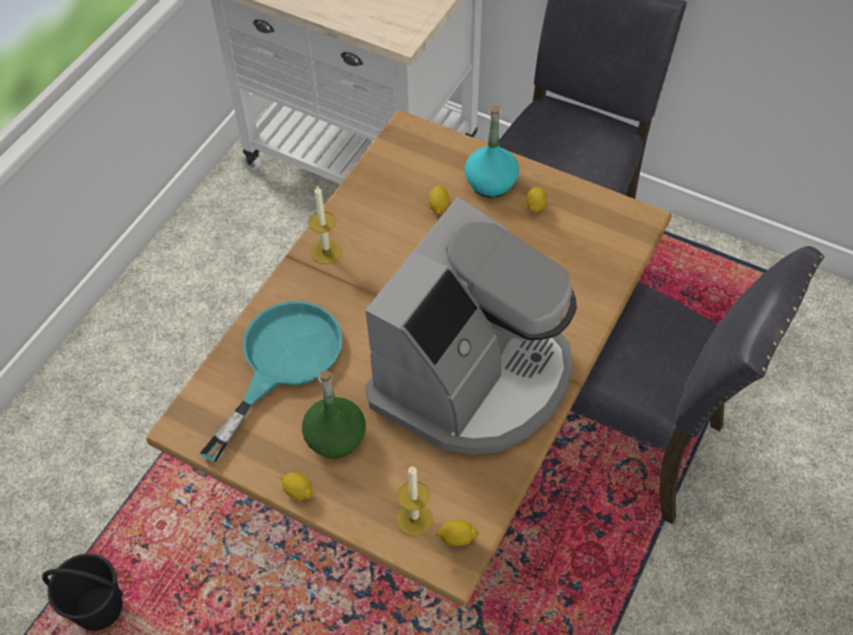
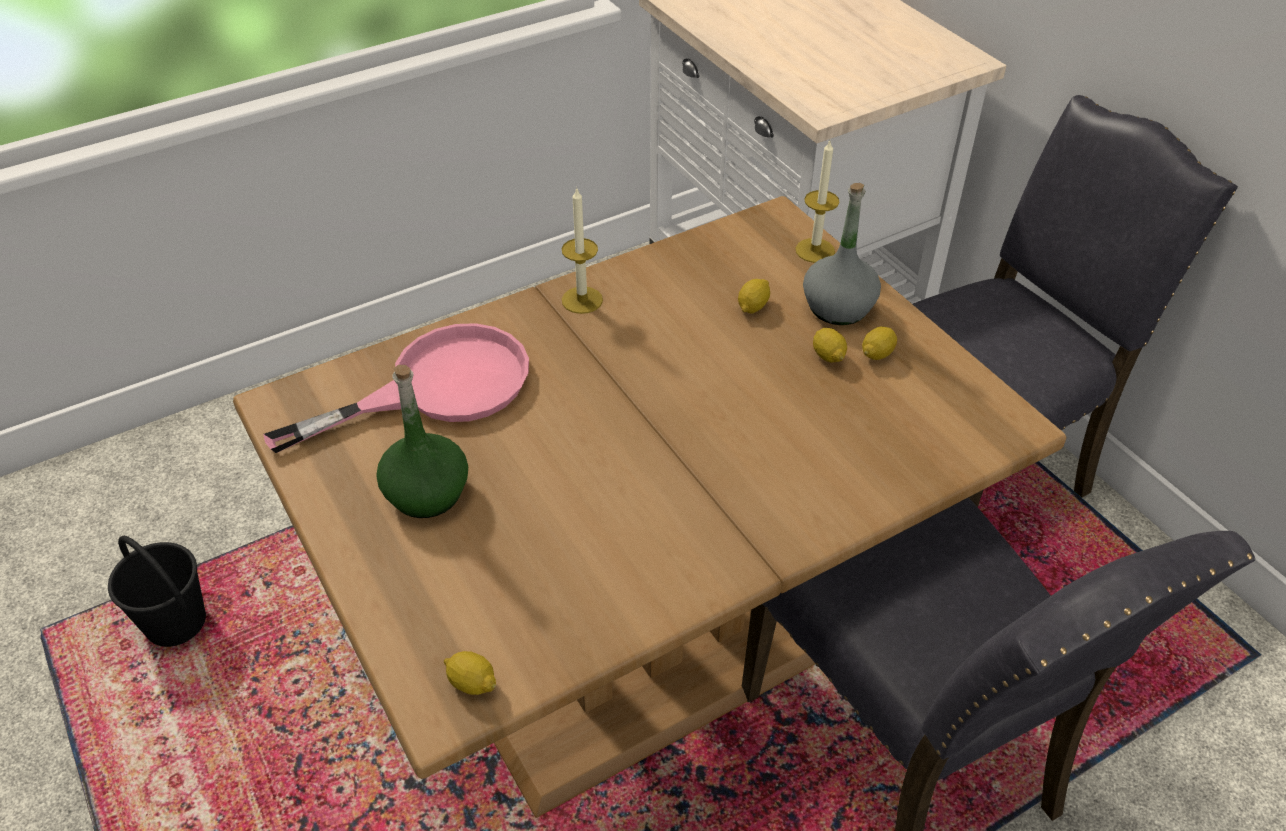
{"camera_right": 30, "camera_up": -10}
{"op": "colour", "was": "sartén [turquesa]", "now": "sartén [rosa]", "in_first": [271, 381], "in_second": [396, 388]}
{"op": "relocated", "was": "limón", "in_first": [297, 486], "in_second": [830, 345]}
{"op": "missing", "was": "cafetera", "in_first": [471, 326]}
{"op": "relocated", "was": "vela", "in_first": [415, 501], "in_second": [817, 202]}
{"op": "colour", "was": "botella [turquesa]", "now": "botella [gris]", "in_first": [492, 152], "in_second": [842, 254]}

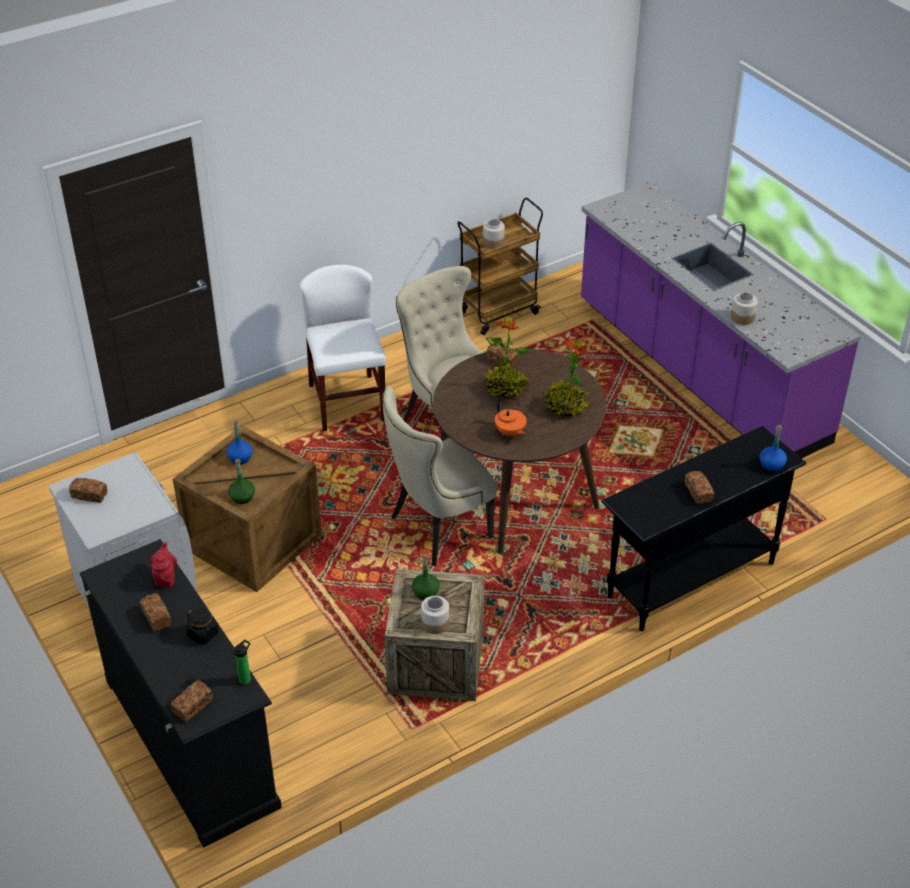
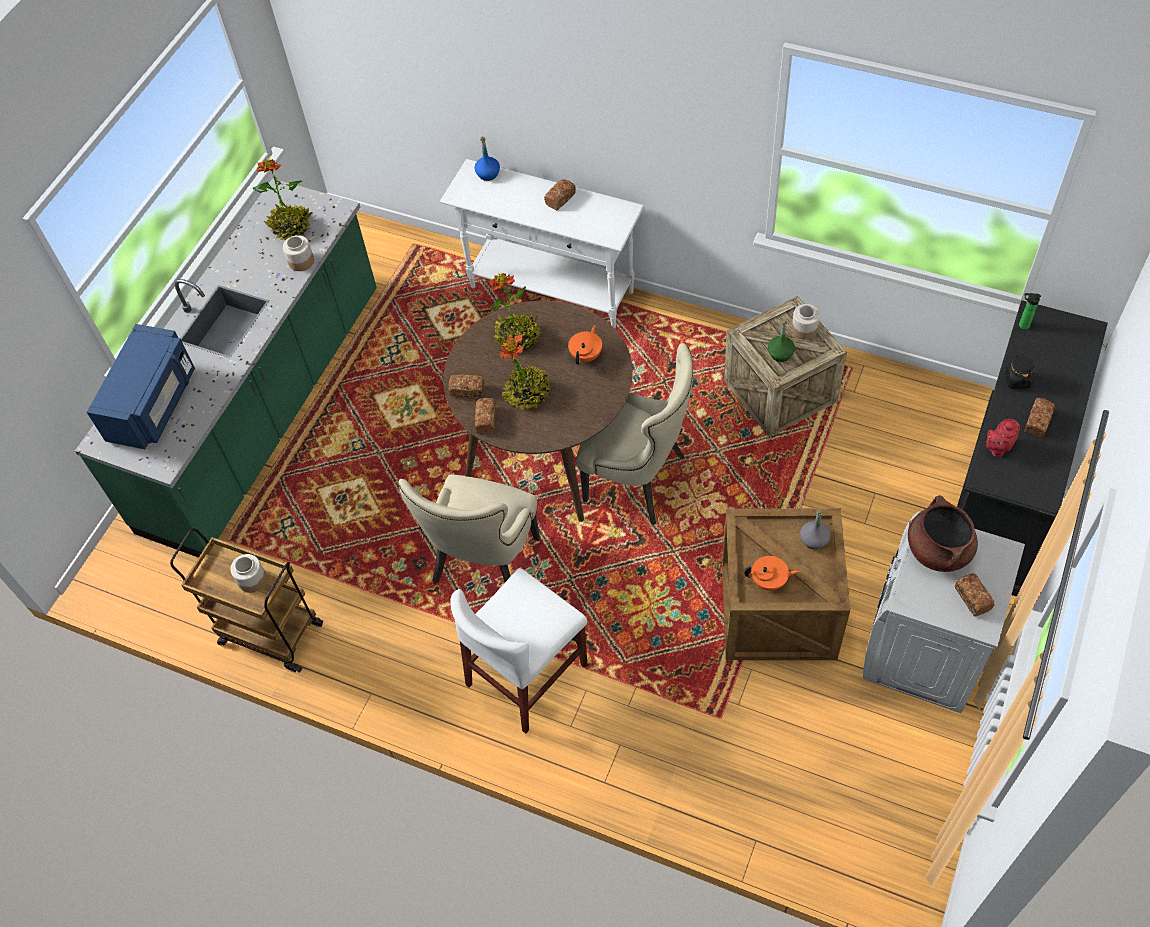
{"camera_right": -120, "camera_up": 15}
{"op": "relocated", "was": "pan", "in_first": [192, 701], "in_second": [466, 386]}
{"op": "exchanged", "was": "botella [azul]", "now": "tetera [naranja]", "in_first": [239, 442], "in_second": [772, 573]}
{"op": "colour", "was": "botella [verde]", "now": "botella [gris]", "in_first": [241, 481], "in_second": [815, 529]}
{"op": "colour", "was": "mueble bajo de cocina [morado]", "now": "mueble bajo de cocina [verde]", "in_first": [721, 320], "in_second": [226, 368]}
{"op": "colour", "was": "mesa consola [negro]", "now": "mesa consola [blanco]", "in_first": [703, 528], "in_second": [542, 243]}
{"op": "appeared", "now": "microondas [azul]", "in_second": [141, 386]}
{"op": "appeared", "now": "planta en maceta", "in_second": [282, 199]}
{"op": "appeared", "now": "olla [marrón]", "in_second": [943, 533]}

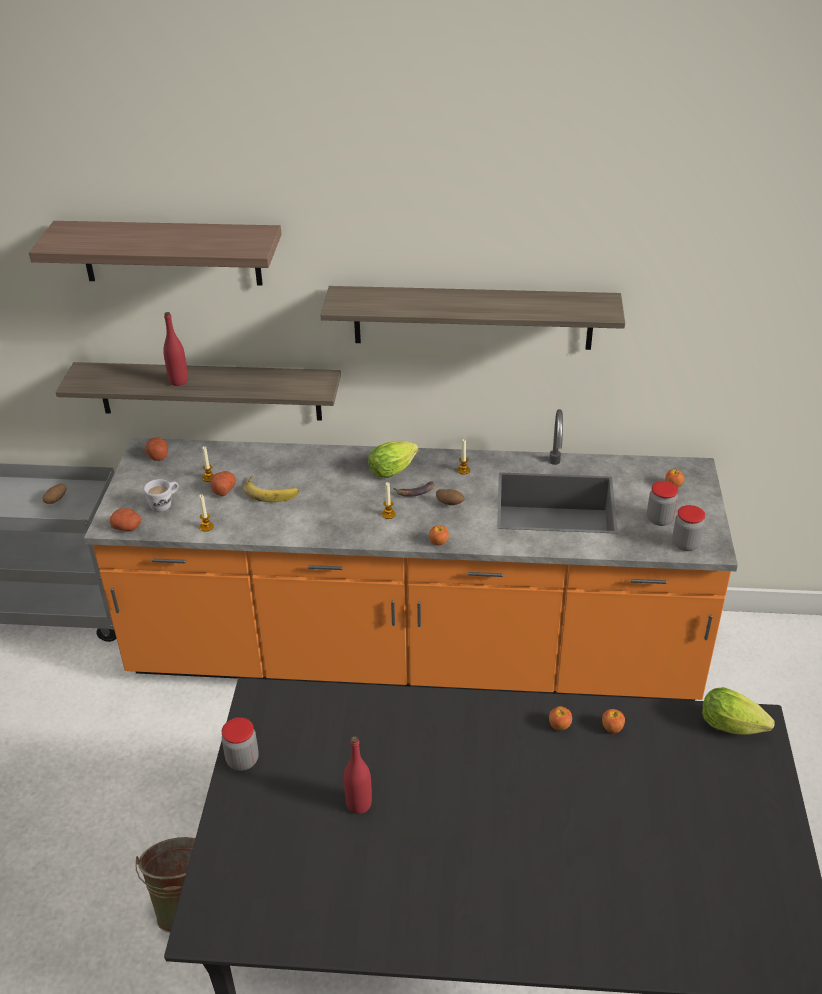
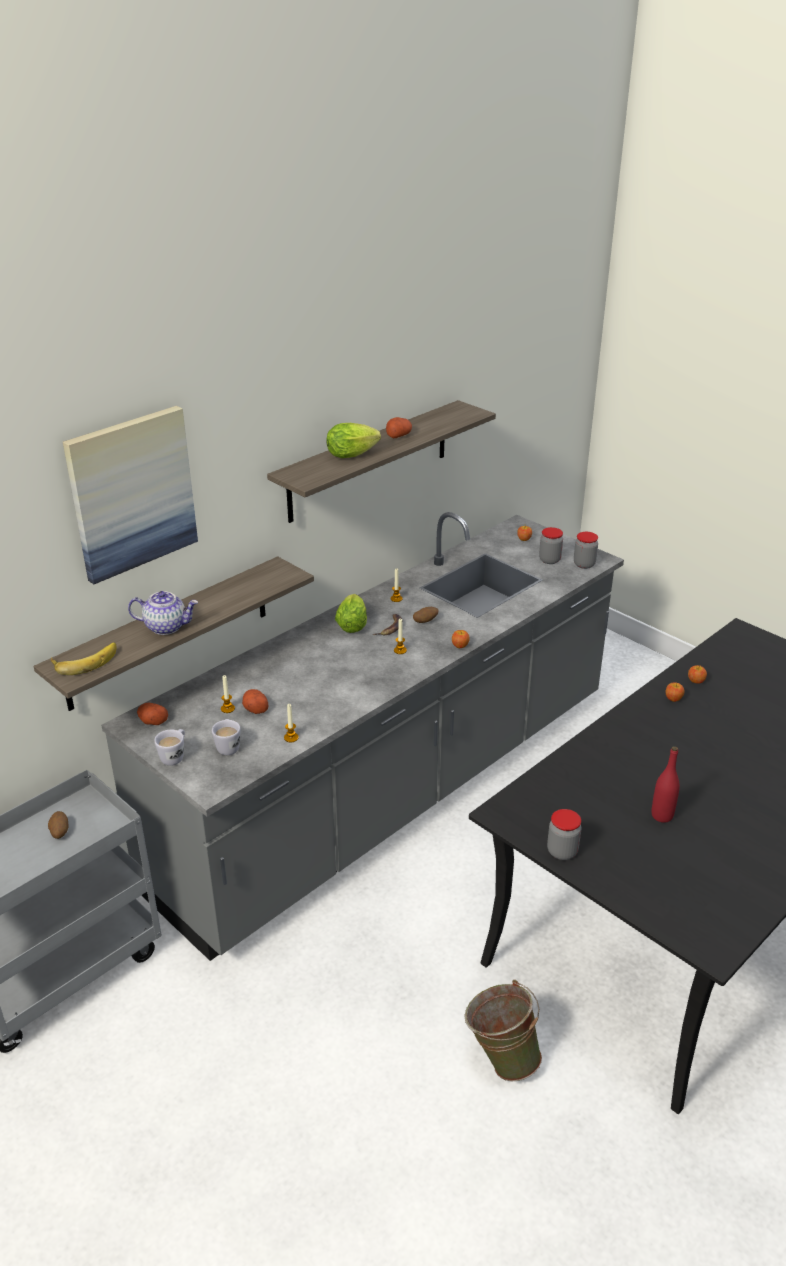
{"camera_right": -50, "camera_up": -5}
{"op": "exchanged", "was": "estante", "now": "cuadro", "in_first": [155, 253], "in_second": [130, 495]}
{"op": "colour", "was": "mueble bajo de cocina [naranja]", "now": "mueble bajo de cocina [gris]", "in_first": [411, 555], "in_second": [362, 736]}
{"op": "relocated", "was": "patata", "in_first": [125, 519], "in_second": [399, 427]}
{"op": "exchanged", "was": "botella [rojo]", "now": "tetera", "in_first": [175, 349], "in_second": [163, 613]}
{"op": "relocated", "was": "plátano", "in_first": [271, 488], "in_second": [84, 659]}
{"op": "relocated", "was": "lechuga", "in_first": [738, 711], "in_second": [353, 440]}
{"op": "appeared", "now": "taza grande [blanco]", "in_second": [169, 747]}

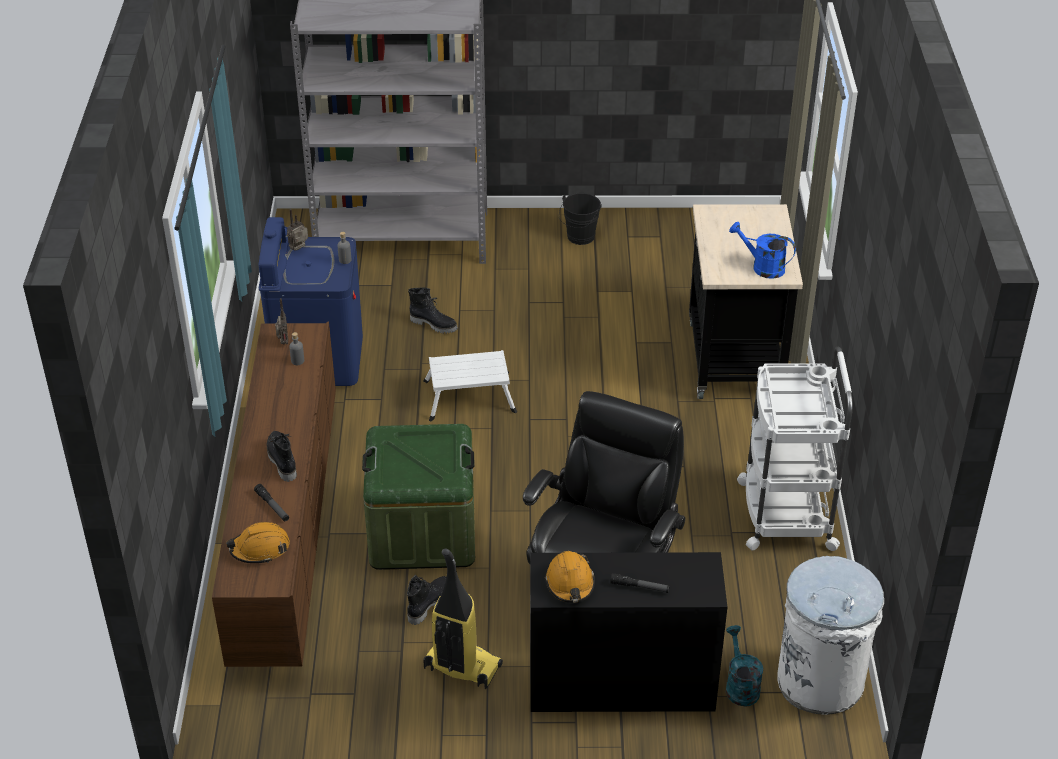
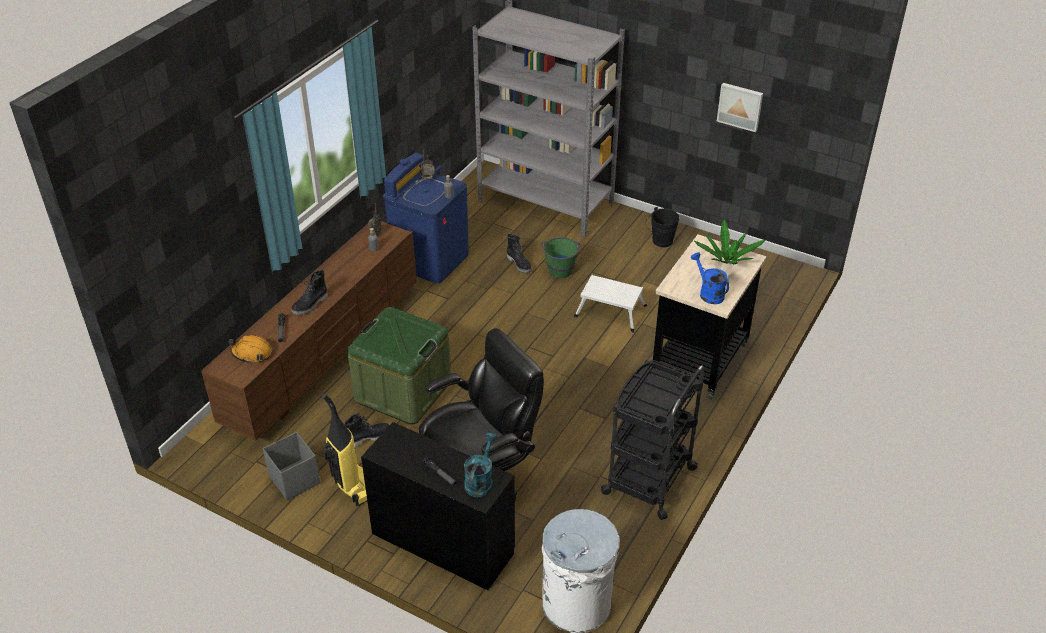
{"camera_right": 30, "camera_up": 0}
{"op": "spun", "was": "bota [negro]", "in_first": [282, 456], "in_second": [309, 292], "clockwise": -150}
{"op": "relocated", "was": "escalera de tijera [blanco]", "in_first": [470, 386], "in_second": [610, 304]}
{"op": "missing", "was": "casco [naranja]", "in_first": [570, 577]}
{"op": "relocated", "was": "regadera [turquesa]", "in_first": [744, 665], "in_second": [480, 465]}
{"op": "colour", "was": "carrito [blanco]", "now": "carrito [negro]", "in_first": [795, 449], "in_second": [653, 440]}
{"op": "appeared", "now": "caja de almacenaje [gris]", "in_second": [291, 466]}
{"op": "appeared", "now": "cubo [verde]", "in_second": [560, 257]}
{"op": "appeared", "now": "planta en maceta", "in_second": [729, 241]}
{"op": "appeared", "now": "cuadro", "in_second": [740, 107]}

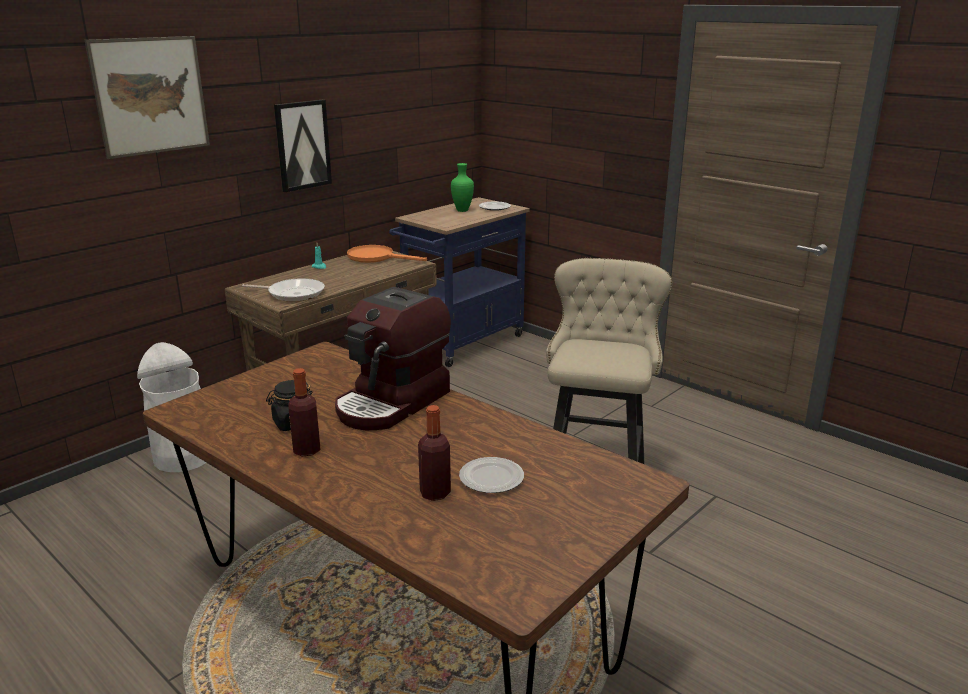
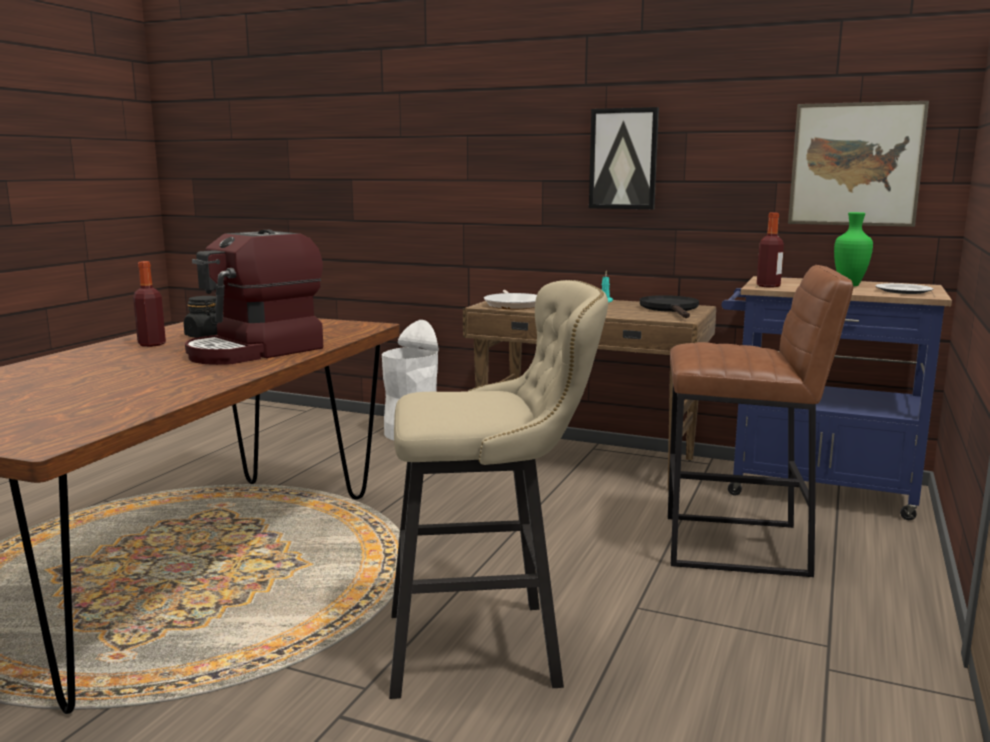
{"camera_right": 70, "camera_up": -10}
{"op": "relocated", "was": "cuadro", "in_first": [147, 97], "in_second": [858, 164]}
{"op": "spun", "was": "cafetera", "in_first": [393, 358], "in_second": [254, 297], "clockwise": -60}
{"op": "colour", "was": "sartén [naranja]", "now": "sartén [negro]", "in_first": [387, 254], "in_second": [669, 306]}
{"op": "relocated", "was": "botella", "in_first": [434, 453], "in_second": [770, 250]}
{"op": "missing", "was": "plato", "in_first": [491, 475]}
{"op": "appeared", "now": "taburete [marrón]", "in_second": [761, 421]}

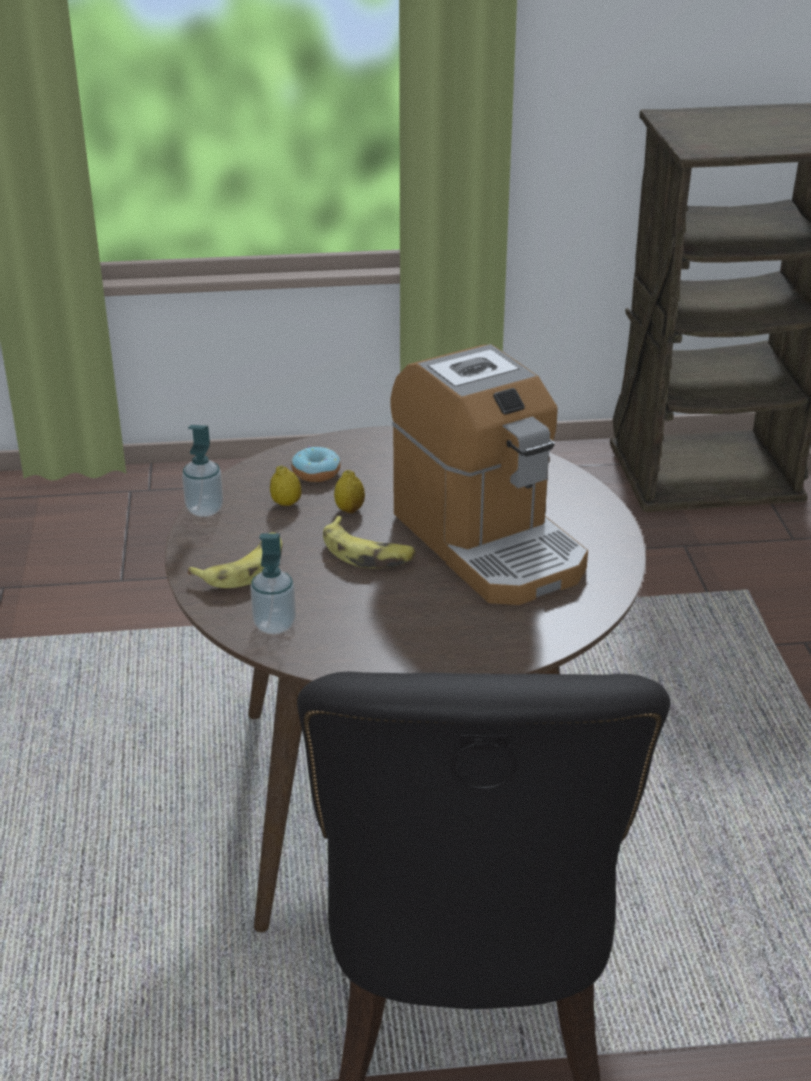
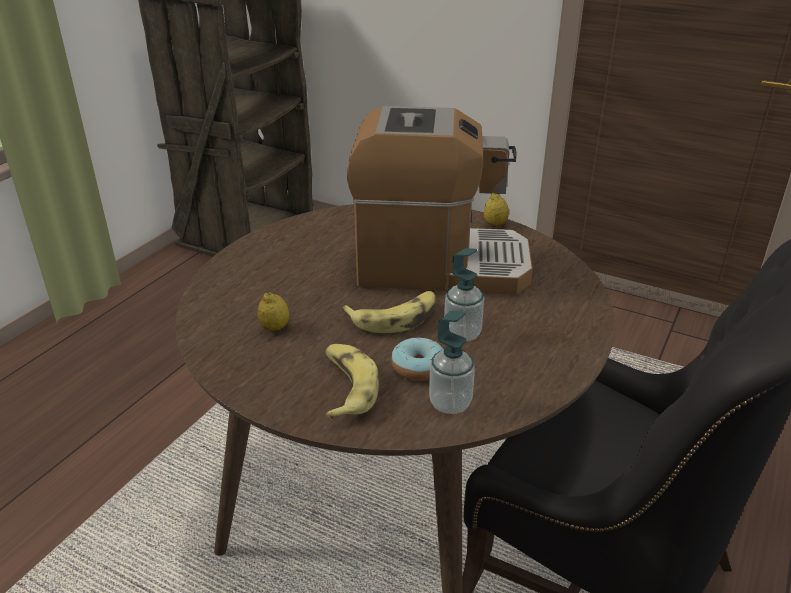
{"camera_right": -55, "camera_up": 0}
{"op": "relocated", "was": "dispensador de jabón", "in_first": [202, 471], "in_second": [464, 295]}
{"op": "relocated", "was": "rosquilla", "in_first": [316, 464], "in_second": [417, 359]}
{"op": "relocated", "was": "limón", "in_first": [349, 491], "in_second": [496, 209]}

